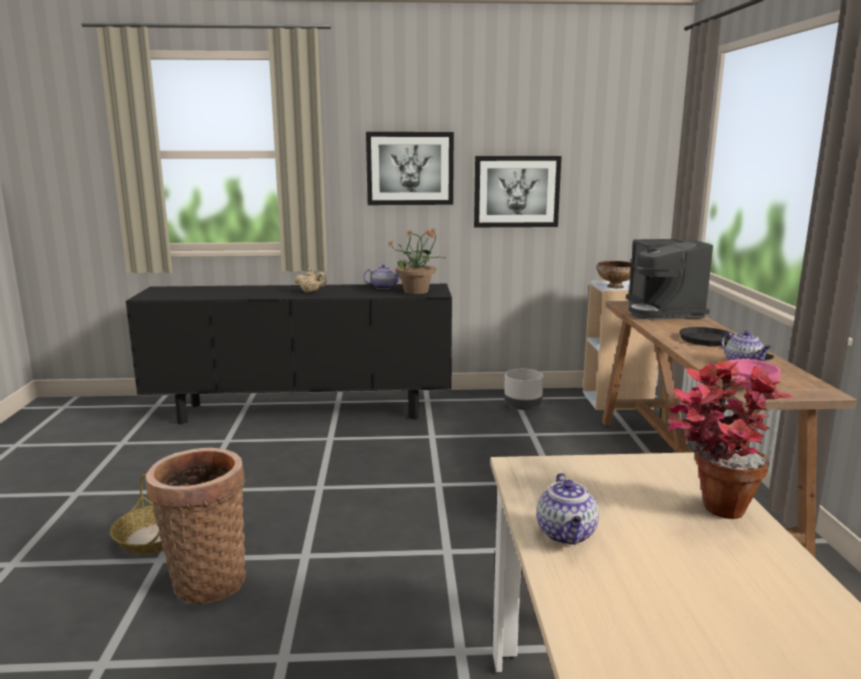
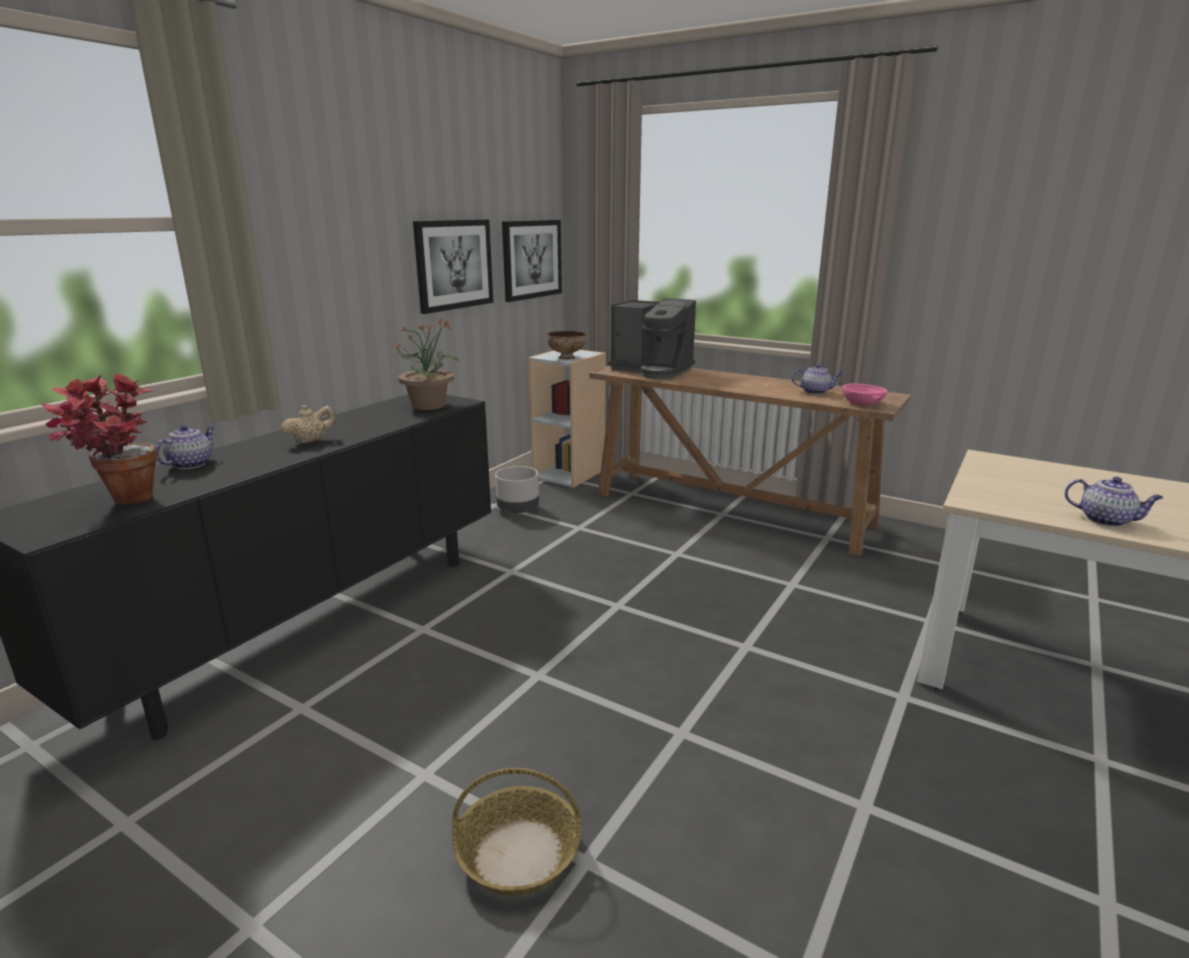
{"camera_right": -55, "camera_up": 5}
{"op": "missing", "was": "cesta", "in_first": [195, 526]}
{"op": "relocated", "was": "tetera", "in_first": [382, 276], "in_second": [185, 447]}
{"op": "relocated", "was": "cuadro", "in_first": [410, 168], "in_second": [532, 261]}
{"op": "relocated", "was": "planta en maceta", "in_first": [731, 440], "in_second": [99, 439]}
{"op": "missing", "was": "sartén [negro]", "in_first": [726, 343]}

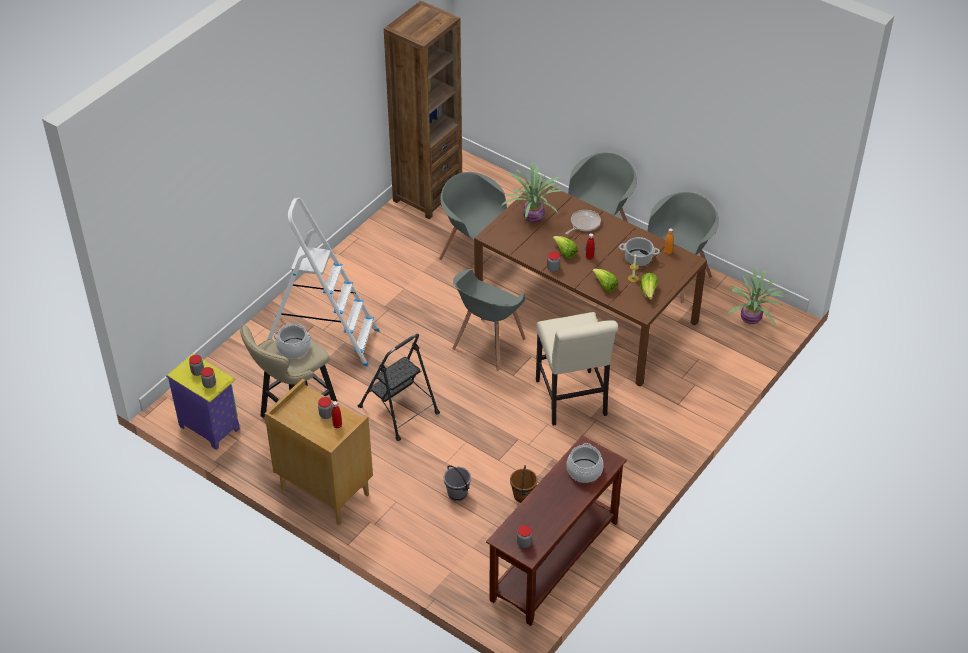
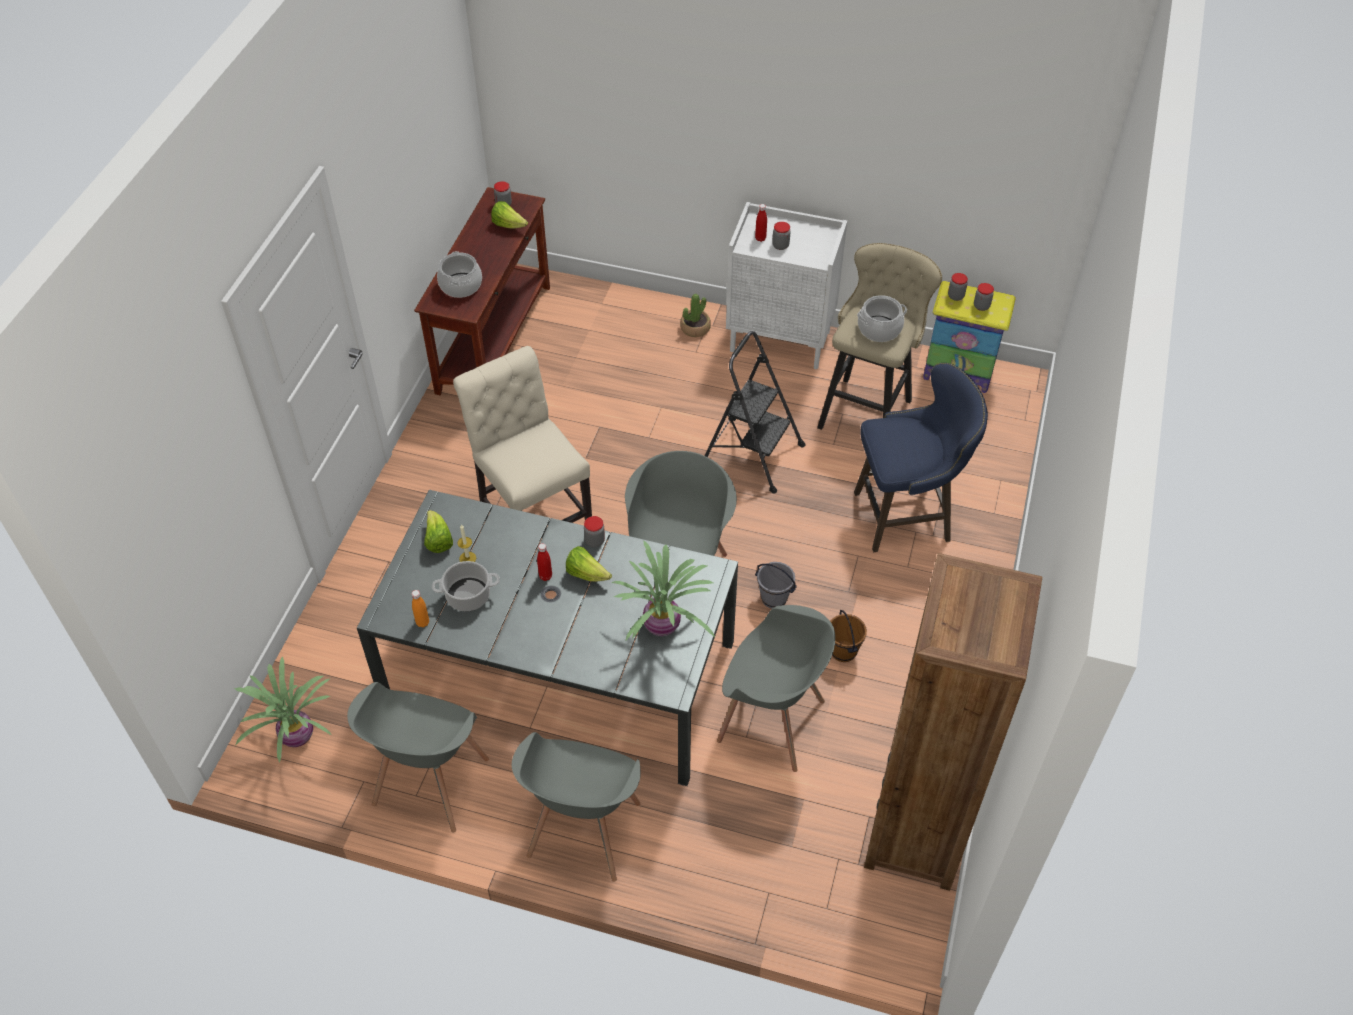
{"camera_right": 160, "camera_up": 5}
{"op": "colour", "was": "armario [marrón]", "now": "armario [blanco]", "in_first": [318, 452], "in_second": [786, 285]}
{"op": "exchanged", "was": "escalera de tijera [blanco]", "now": "taburete [azul]", "in_first": [323, 282], "in_second": [921, 457]}
{"op": "relocated", "was": "cubo [gris]", "in_first": [457, 483], "in_second": [776, 585]}
{"op": "colour", "was": "mesa de comedor [marrón]", "now": "mesa de comedor [gris]", "in_first": [590, 284], "in_second": [547, 638]}
{"op": "relocated", "was": "cubo [marrón]", "in_first": [524, 484], "in_second": [848, 636]}
{"op": "missing", "was": "sartén", "in_first": [583, 222]}
{"op": "relocated", "was": "lechuga", "in_first": [605, 280], "in_second": [509, 214]}
{"op": "appeared", "now": "planta en maceta", "in_second": [695, 315]}

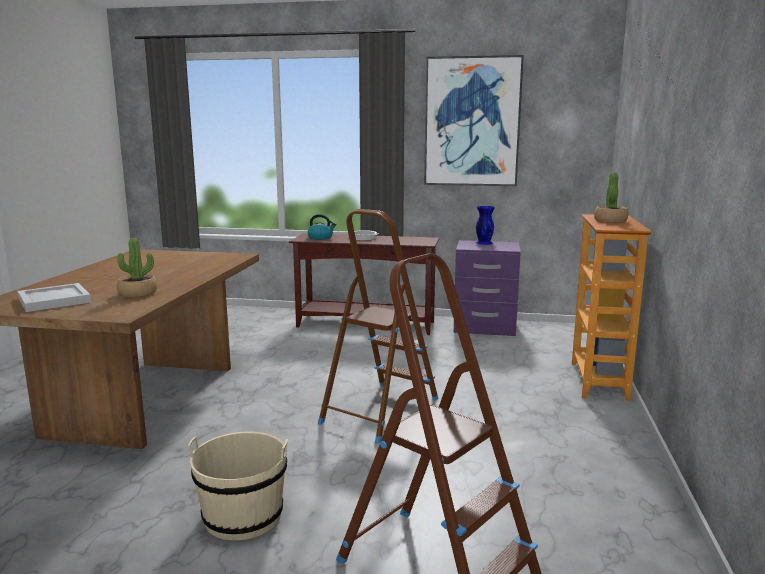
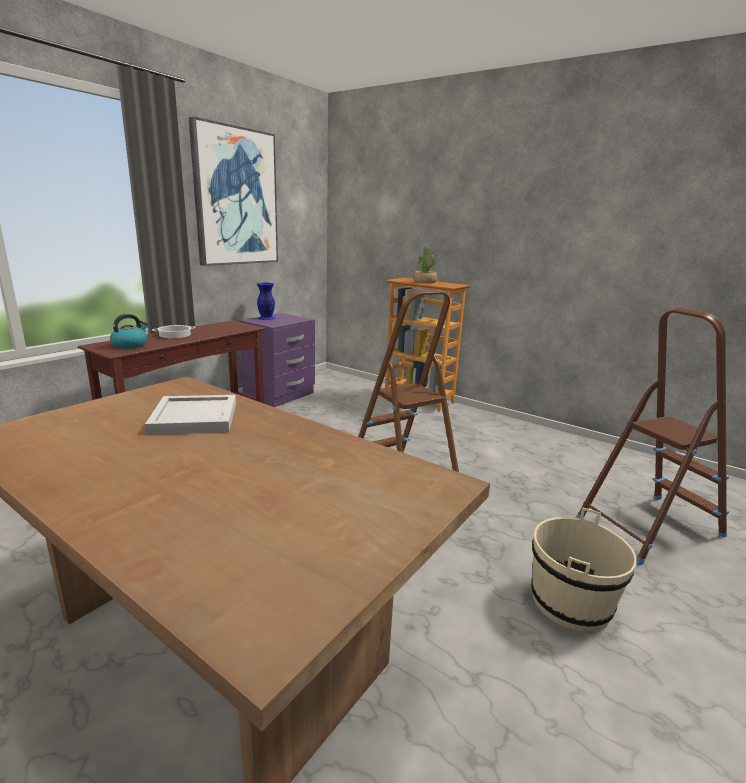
{"camera_right": -65, "camera_up": 5}
{"op": "relocated", "was": "bandeja [blanco]", "in_first": [54, 297], "in_second": [190, 415]}
{"op": "missing", "was": "planta en maceta", "in_first": [137, 268]}

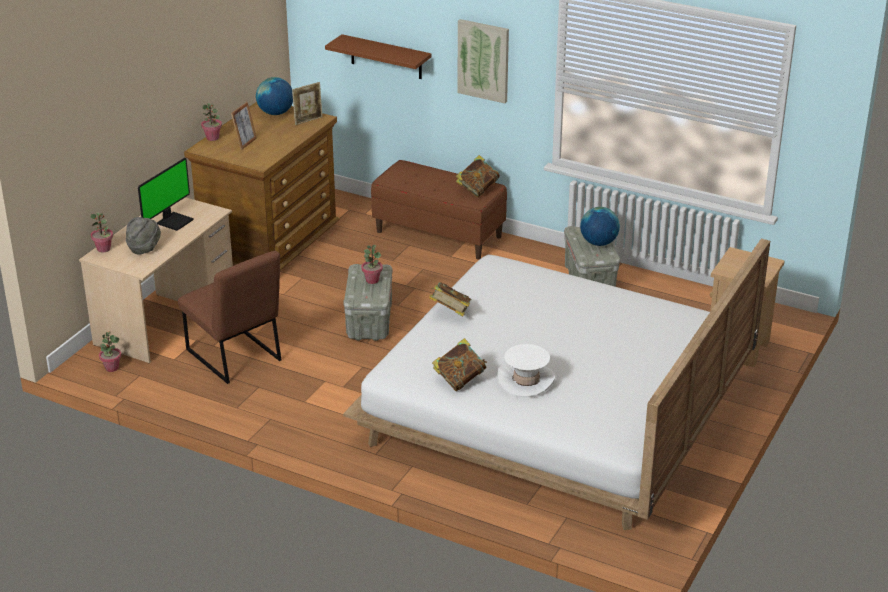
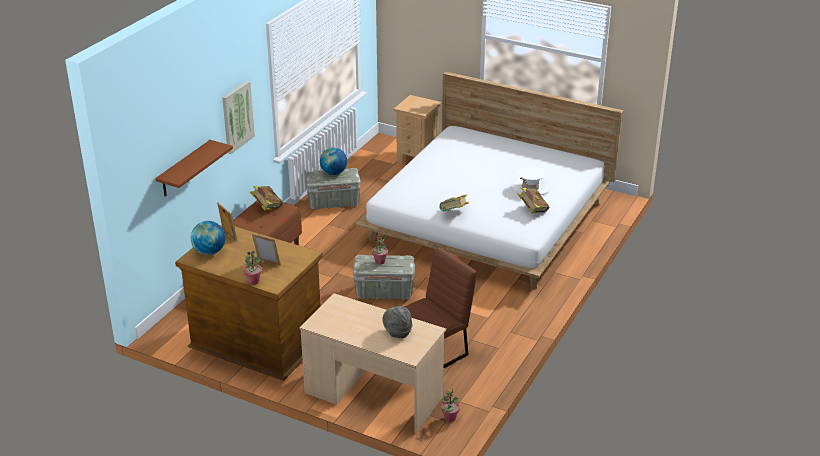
{"camera_right": -90, "camera_up": 0}
{"op": "missing", "was": "planta en maceta", "in_first": [101, 232]}
{"op": "missing", "was": "monitor", "in_first": [166, 194]}

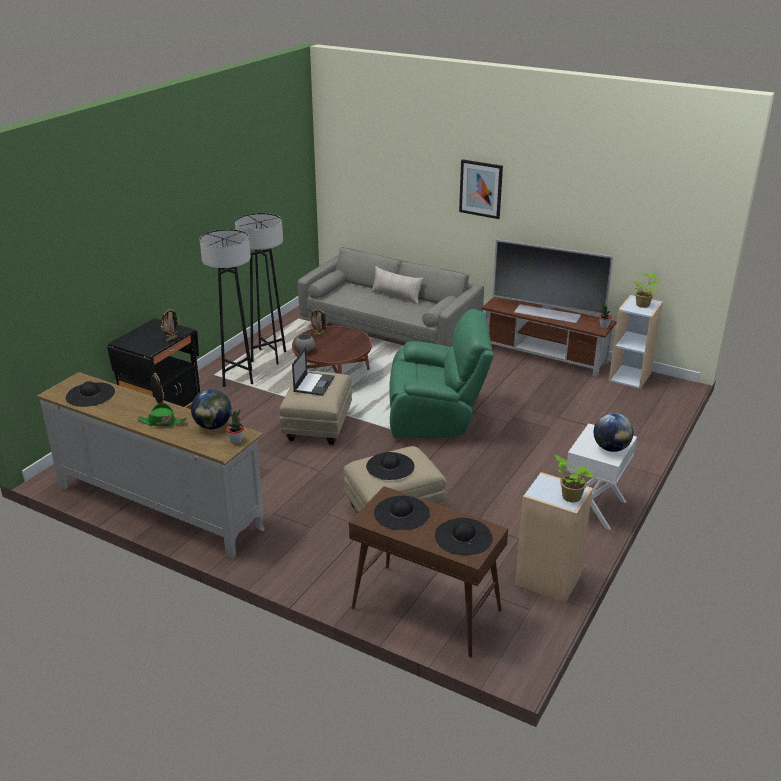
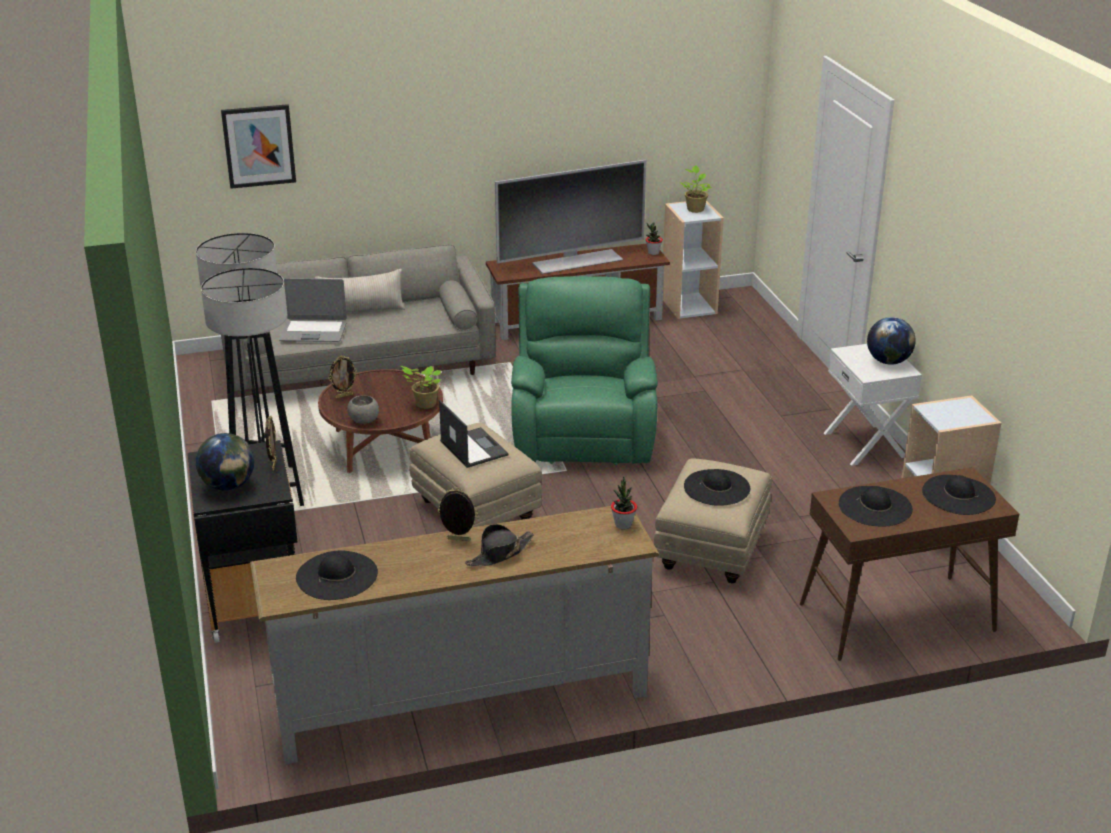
{"camera_right": -45, "camera_up": 0}
{"op": "colour", "was": "sombrero [verde]", "now": "sombrero [negro]", "in_first": [162, 415], "in_second": [499, 545]}
{"op": "relocated", "was": "globo terráqueo", "in_first": [211, 409], "in_second": [225, 462]}
{"op": "spun", "was": "sillón [verde]", "in_first": [441, 373], "in_second": [584, 370], "clockwise": -45}
{"op": "relocated", "was": "cuadro", "in_first": [481, 189], "in_second": [258, 146]}
{"op": "relocated", "was": "planta en maceta", "in_first": [574, 478], "in_second": [420, 387]}
{"op": "appeared", "now": "portátil", "in_second": [313, 310]}

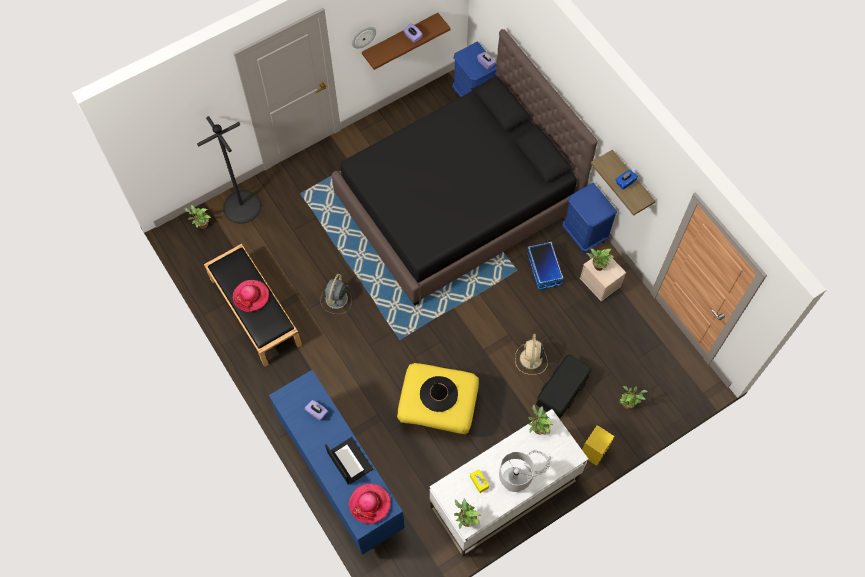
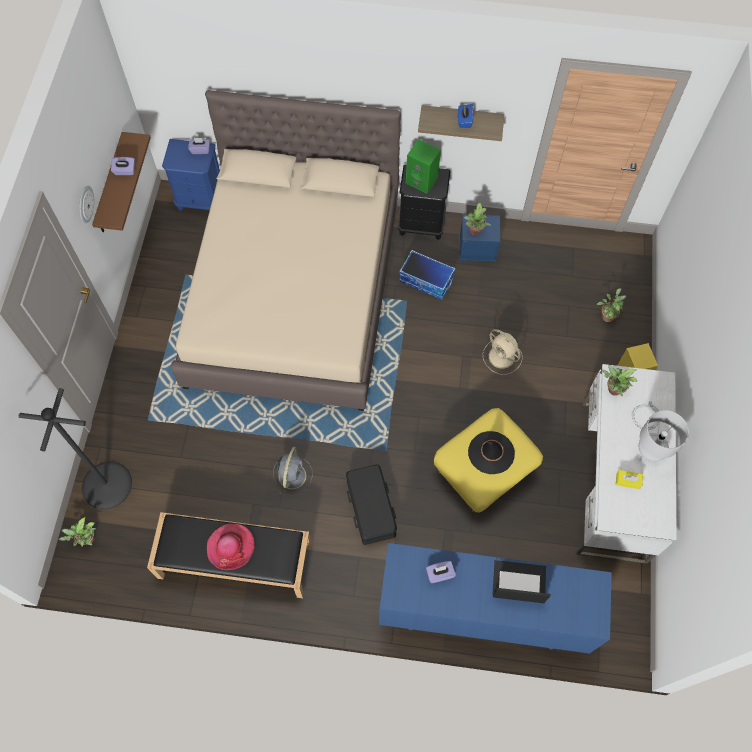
{"camera_right": -50, "camera_up": 0}
{"op": "spun", "was": "ventilador [gris]", "in_first": [336, 294], "in_second": [292, 471], "clockwise": -135}
{"op": "colour", "was": "cama [negro]", "now": "cama [beis]", "in_first": [465, 167], "in_second": [286, 250]}
{"op": "missing", "was": "sombrero", "in_first": [370, 504]}
{"op": "missing", "was": "planta en maceta", "in_first": [467, 514]}
{"op": "relocated", "was": "caja de almacenaje [negro]", "in_first": [563, 386], "in_second": [371, 504]}
{"op": "colour", "was": "mesita de noche [azul]", "now": "mesita de noche [negro]", "in_first": [589, 218], "in_second": [424, 202]}
{"op": "colour", "was": "caja de almacenaje [beis]", "now": "caja de almacenaje [azul]", "in_first": [603, 275], "in_second": [479, 238]}
{"op": "appeared", "now": "altavoz [verde]", "in_second": [423, 166]}

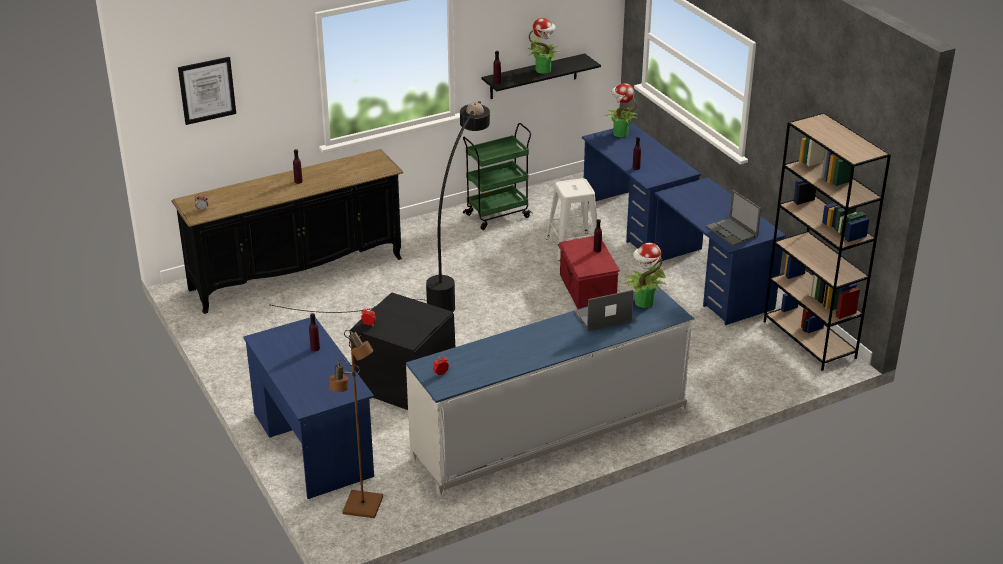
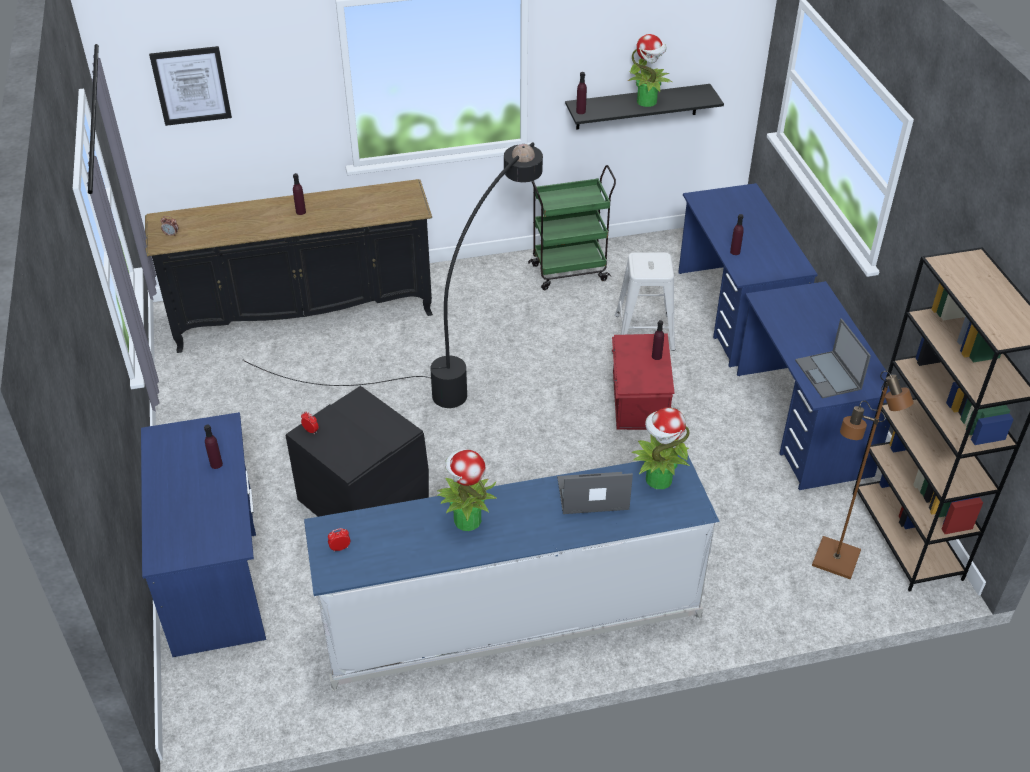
{"camera_right": 15, "camera_up": 10}
{"op": "relocated", "was": "lámpara de pie [marrón]", "in_first": [356, 424], "in_second": [863, 475]}
{"op": "relocated", "was": "planta en maceta", "in_first": [620, 110], "in_second": [467, 490]}

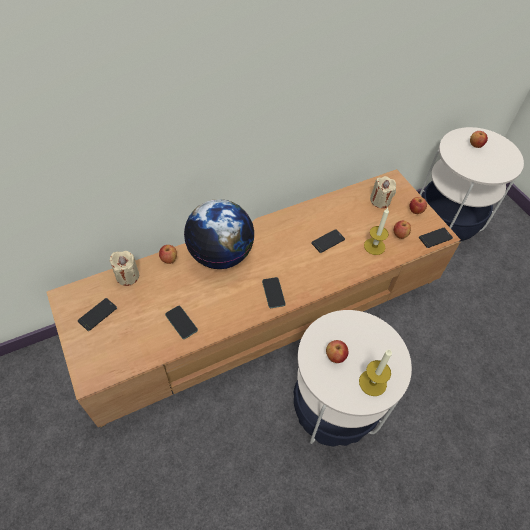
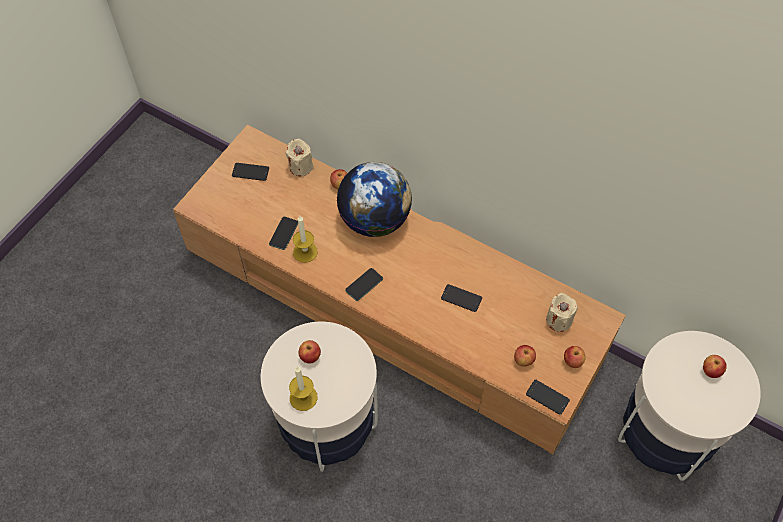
{"camera_right": 60, "camera_up": 5}
{"op": "relocated", "was": "vela", "in_first": [376, 231], "in_second": [305, 239]}

